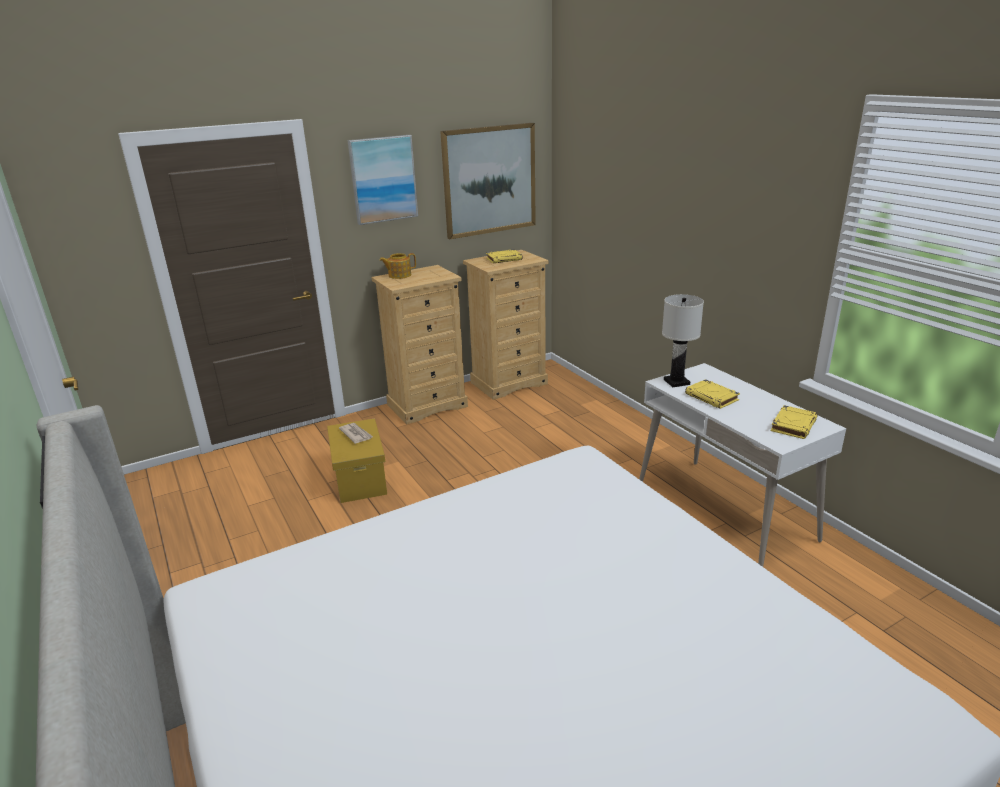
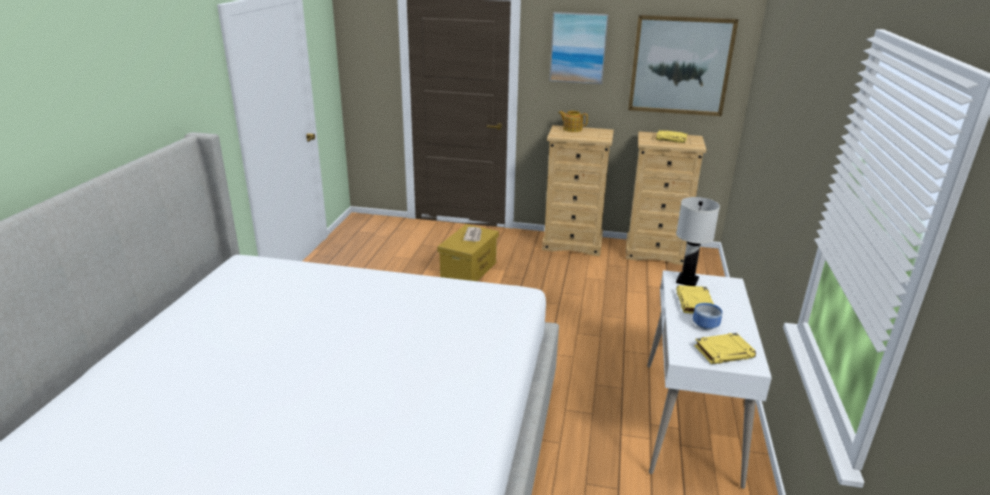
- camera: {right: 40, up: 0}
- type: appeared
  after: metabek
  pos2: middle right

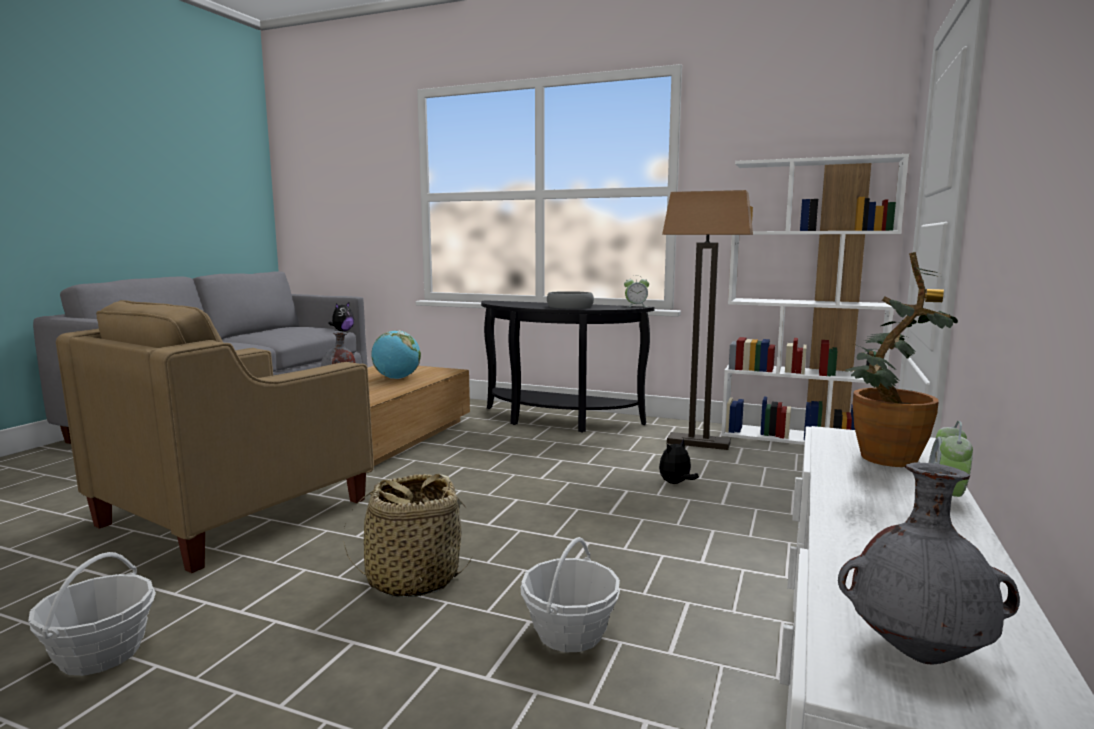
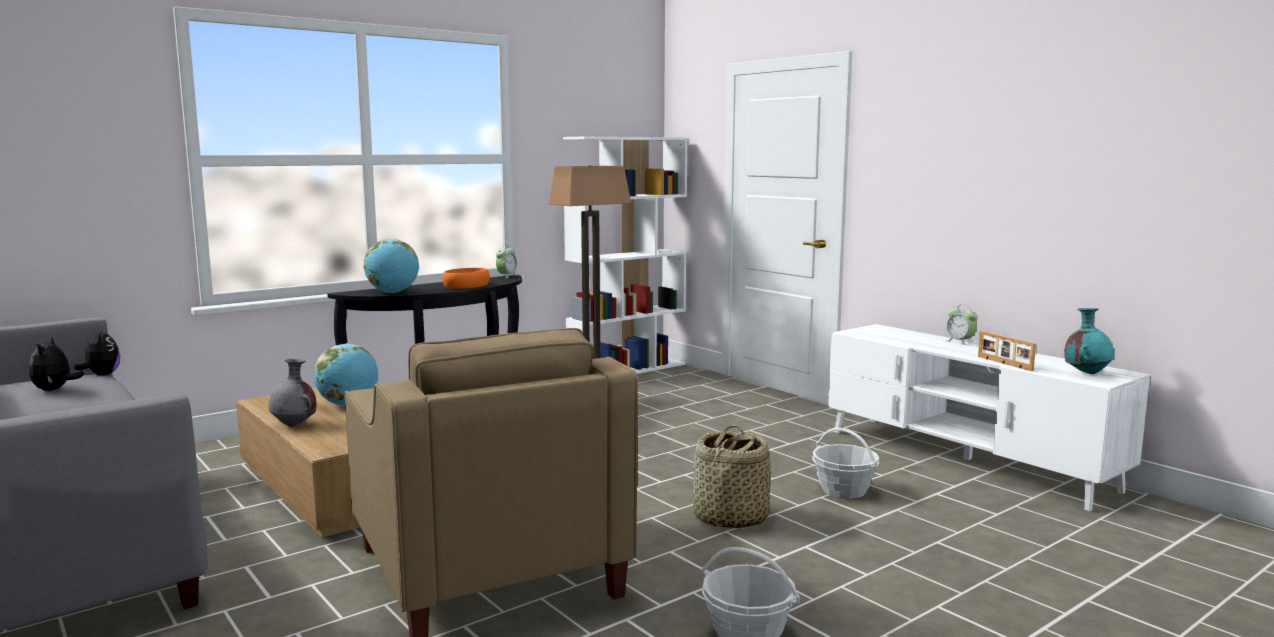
- camera: {right: -60, up: 0}
- type: colour
  before: metabek (grey)
  after: metabek (orange)
  pos1: centre
  pos2: centre
- type: relocated
  before: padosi (no. 2 from left in the first image)
  after: padosi (no. 1 from left)
  pos1: centre
  pos2: middle left
- type: colour
  before: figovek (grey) (no. 2 from left)
  after: figovek (turquoise)
  pos1: bottom right
  pos2: middle right
- type: missing
  before: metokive
  pos1: middle right
- type: appeared
  after: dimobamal (no. 2 from left)
  pos2: middle left
- type: appeared
  after: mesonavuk
  pos2: middle right

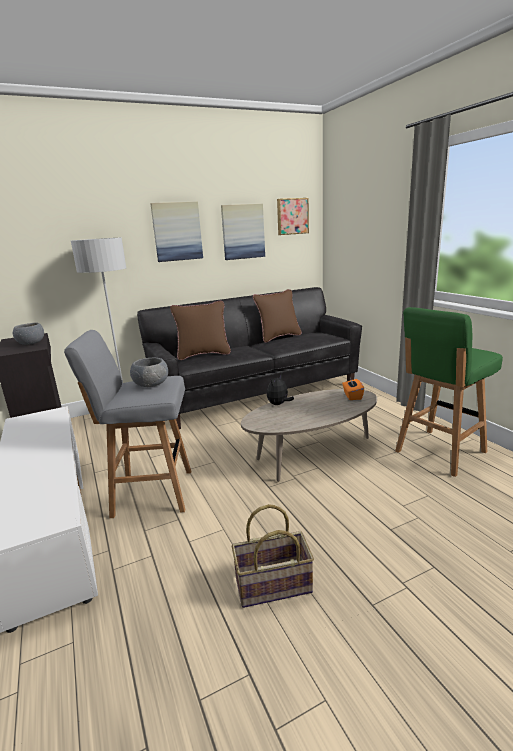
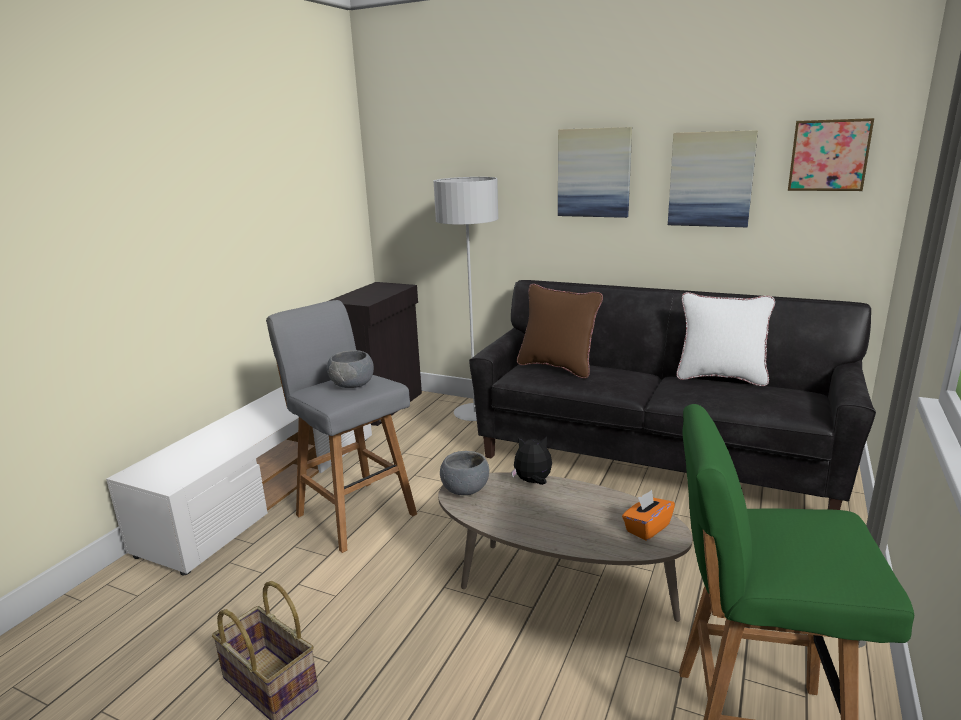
- camera: {right: 50, up: 0}
- type: relocated
  before: metabek (grey) (no. 1 from left in the first image)
  after: metabek (grey) (no. 2 from left)
  pos1: middle left
  pos2: centre
- type: colour
  before: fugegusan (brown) (no. 2 from left)
  after: fugegusan (white)
  pos1: centre
  pos2: middle right

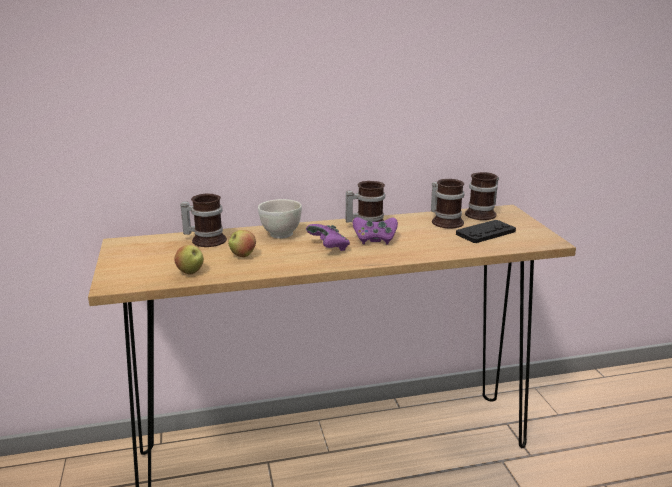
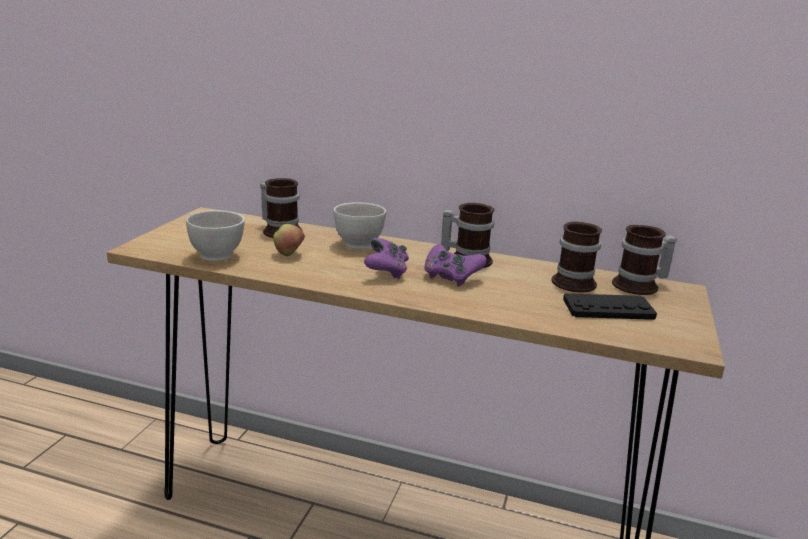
- camera: {right: 30, up: 0}
- type: exchanged
  before: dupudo (no. 1 from left)
  after: metabek (white) (no. 1 from left)
  pos1: middle left
  pos2: middle left

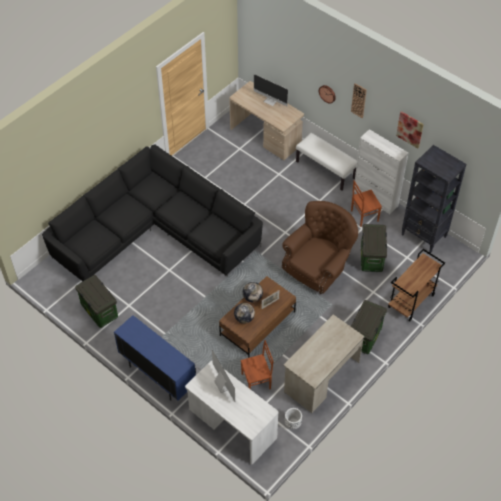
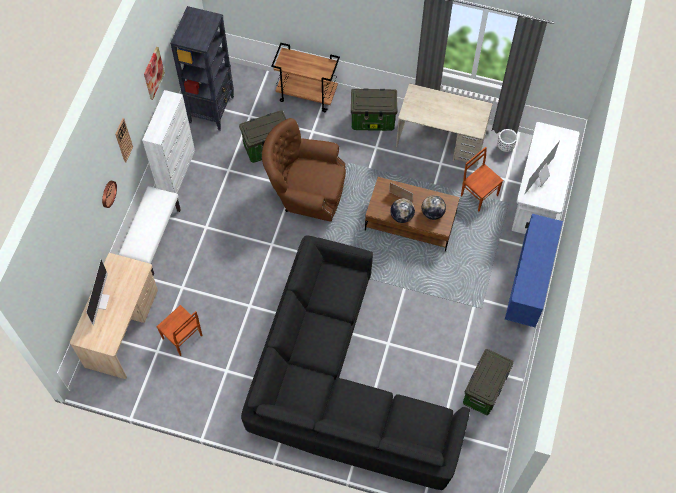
- camera: {right: -115, up: 10}
- type: relocated
  before: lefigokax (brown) (no. 2 from left in the first image)
  after: lefigokax (brown) (no. 1 from left)
  pos1: middle right
  pos2: bottom left

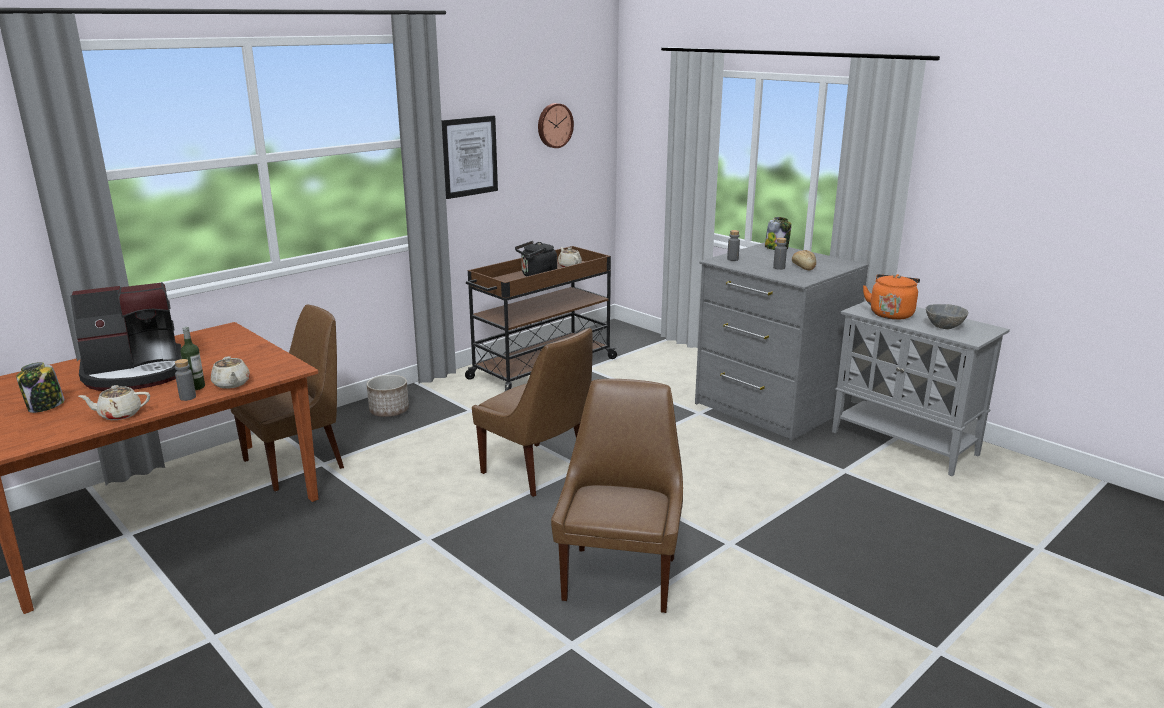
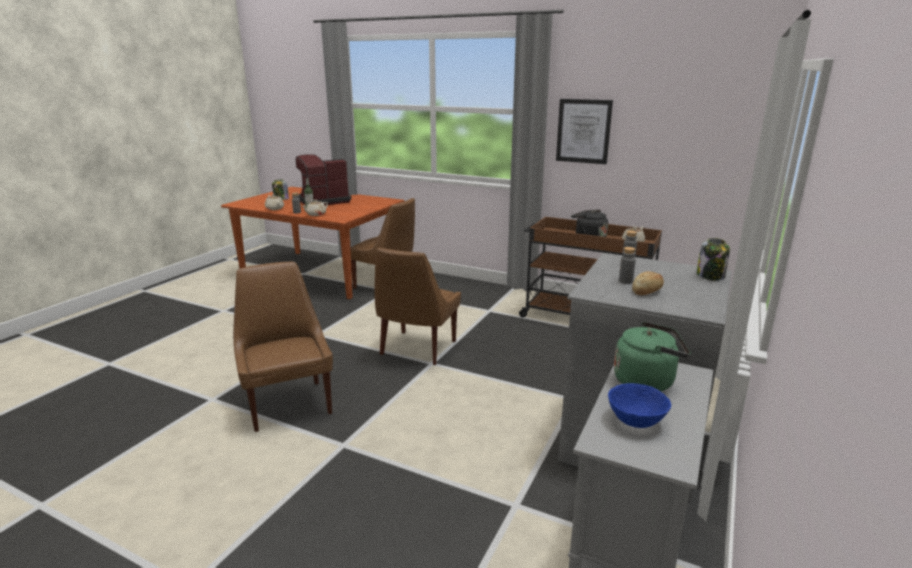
- camera: {right: 70, up: 0}
- type: spun
  before: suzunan
  pos1: middle left
  pos2: top centre
  turn: 105
- type: missing
  before: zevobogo
  pos1: centre
- type: missing
  before: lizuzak
  pos1: top centre
- type: spun
  before: lefigokax (brown) (no. 3 from left in the first image)
  pos1: bottom centre
  pos2: middle left
  turn: -105
- type: colour
  before: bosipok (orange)
  after: bosipok (green)
  pos1: middle right
  pos2: middle right
- type: colour
  before: metabek (grey)
  after: metabek (blue)
  pos1: middle right
  pos2: bottom right

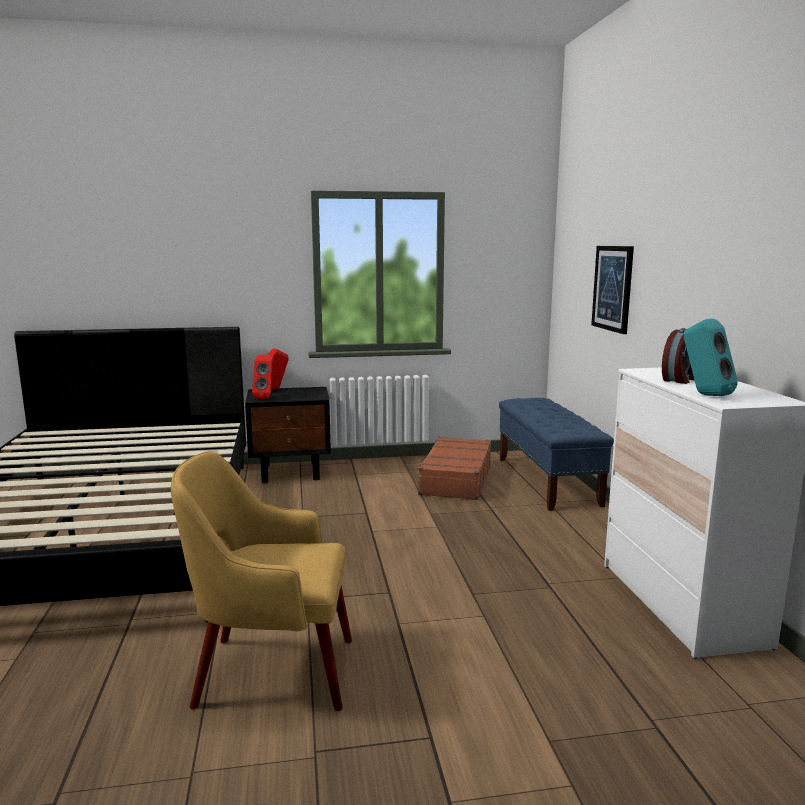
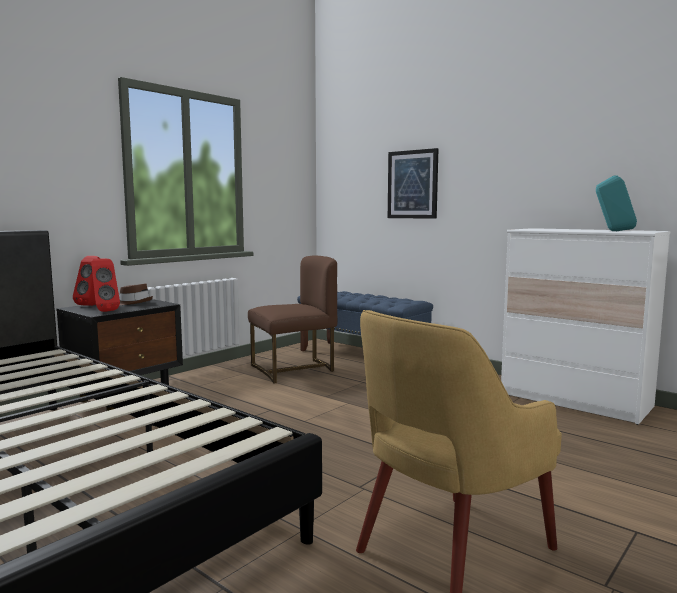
- camera: {right: -40, up: -5}
- type: exchanged
  before: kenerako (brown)
  after: lefigokax (brown)
  pos1: centre
  pos2: centre
- type: missing
  before: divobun
  pos1: middle right
- type: appeared
  after: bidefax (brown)
  pos2: middle left

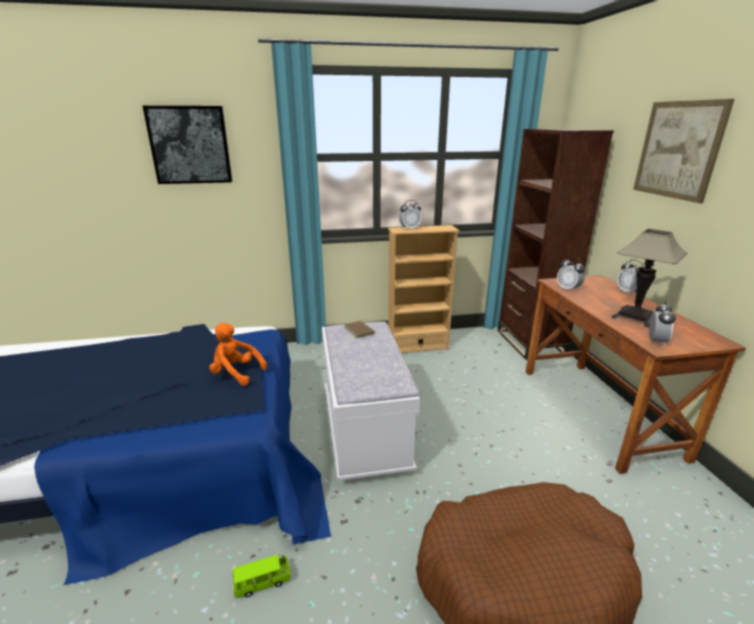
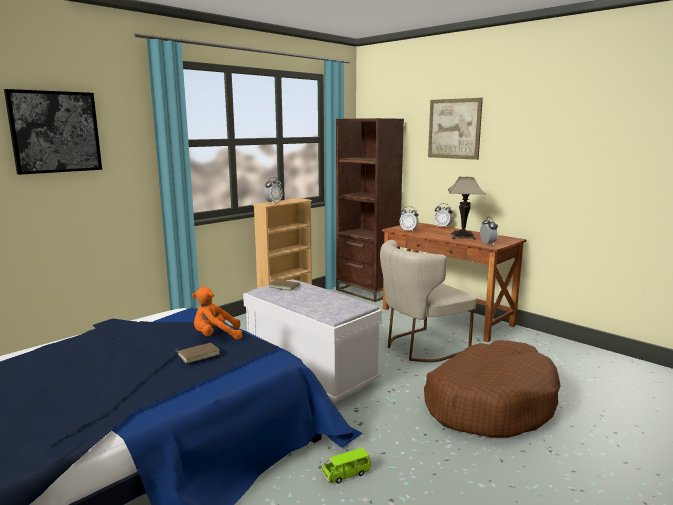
- camera: {right: -35, up: -10}
- type: spun
  before: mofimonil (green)
  pos1: bottom centre
  pos2: bottom centre
  turn: -150
- type: appeared
  after: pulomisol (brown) (no. 1 from left)
  pos2: bottom left
- type: appeared
  after: lefigokax (beige)
  pos2: centre

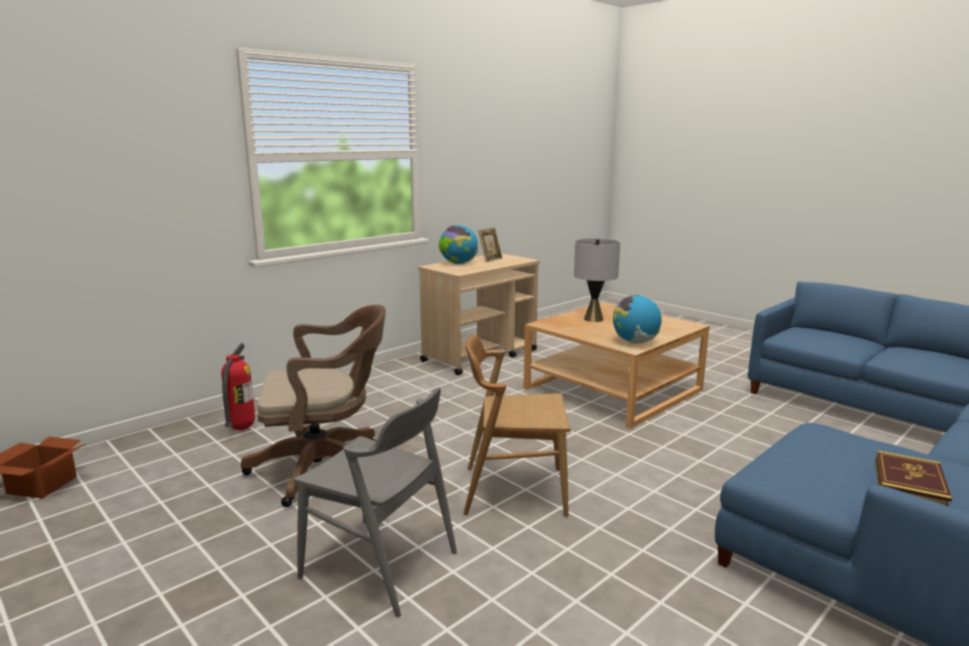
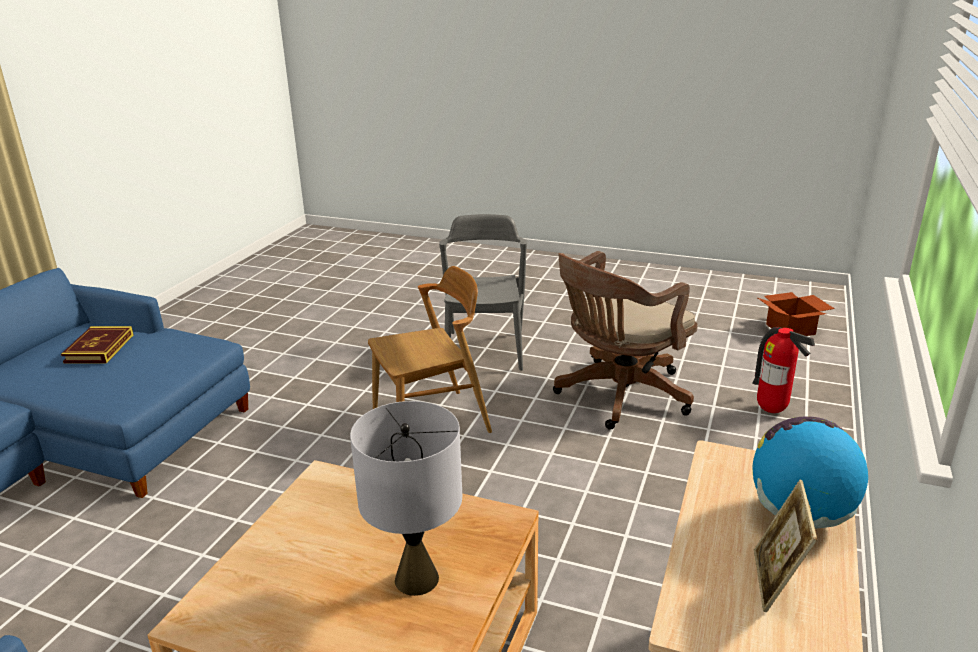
- camera: {right: 155, up: 10}
- type: spun
  before: lefigokax (grey)
  pos1: bottom centre
  pos2: centre
  turn: 90
- type: missing
  before: dimobamal (no. 2 from left)
  pos1: centre

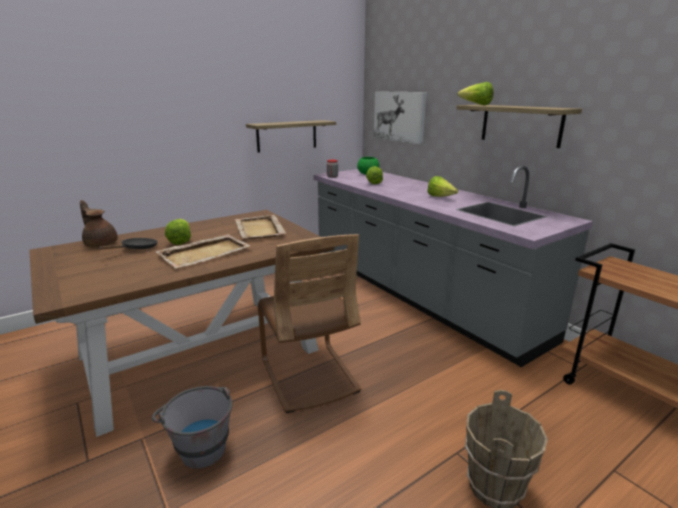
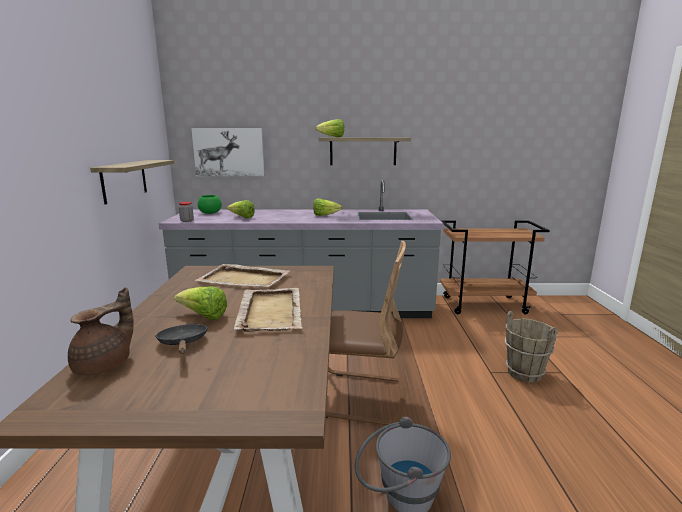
- camera: {right: -55, up: -5}
- type: spun
  before: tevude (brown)
  pos1: middle left
  pos2: middle left
  turn: 135

